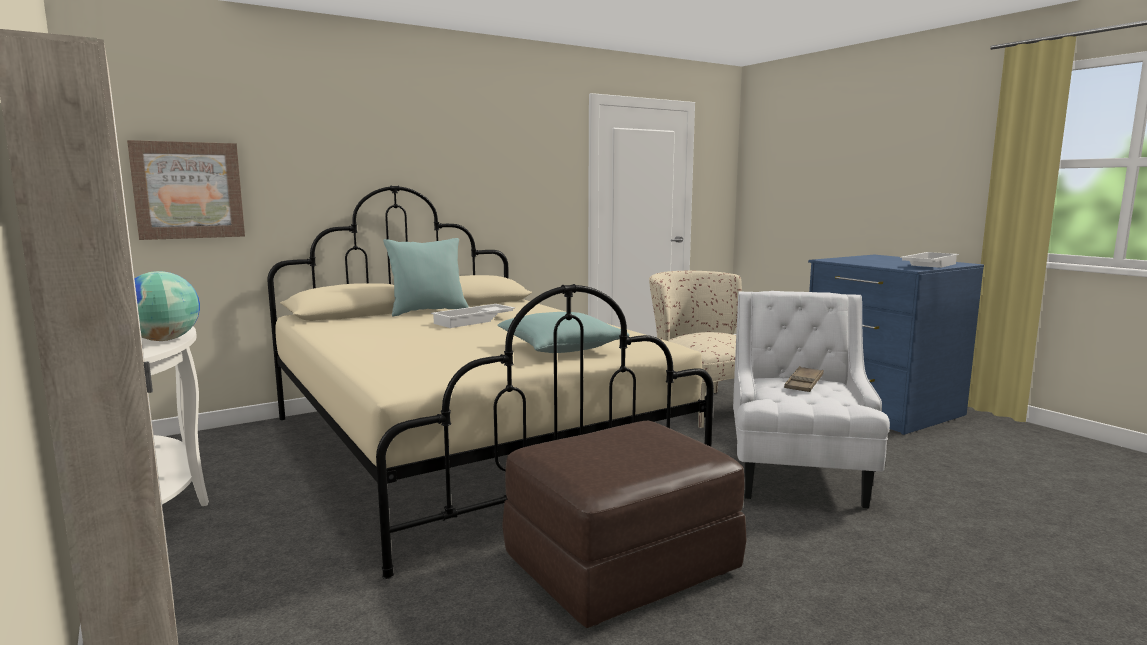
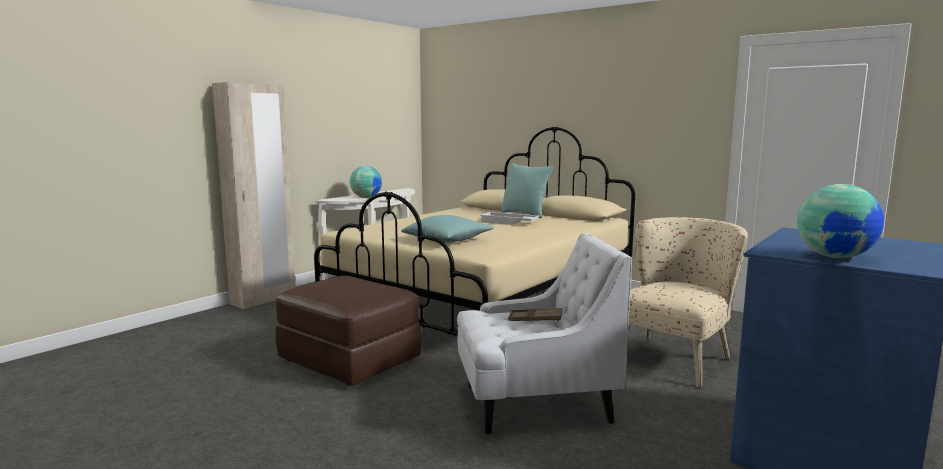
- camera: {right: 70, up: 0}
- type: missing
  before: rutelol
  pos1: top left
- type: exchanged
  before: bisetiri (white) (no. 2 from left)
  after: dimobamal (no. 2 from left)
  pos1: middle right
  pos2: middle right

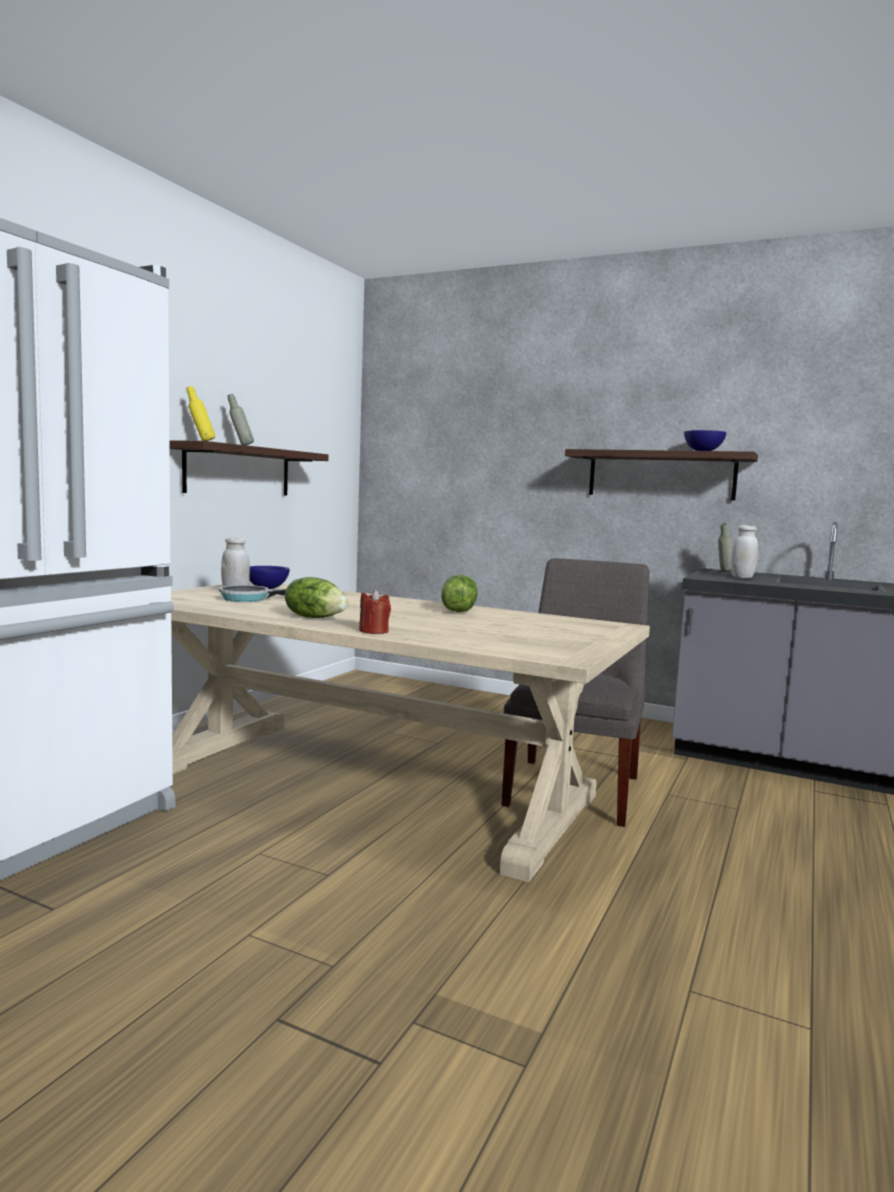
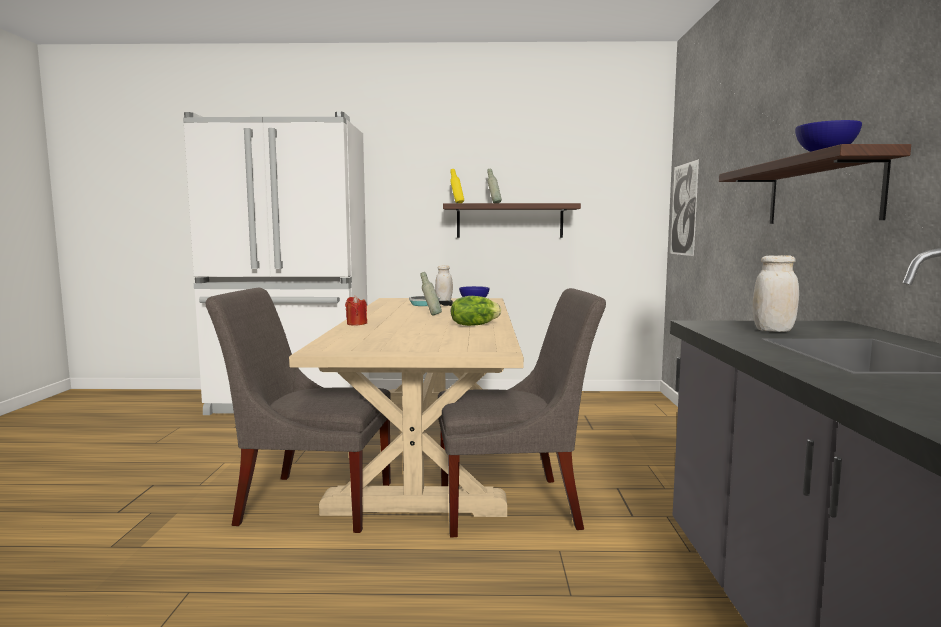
- camera: {right: 65, up: 0}
- type: missing
  before: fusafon (no. 1 from left)
  pos1: centre
- type: relocated
  before: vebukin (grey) (no. 2 from left in the first image)
  after: vebukin (grey) (no. 1 from left)
  pos1: middle right
  pos2: centre
- type: appeared
  after: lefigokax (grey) (no. 1 from left)
  pos2: middle left
- type: appeared
  after: rutelol
  pos2: top right

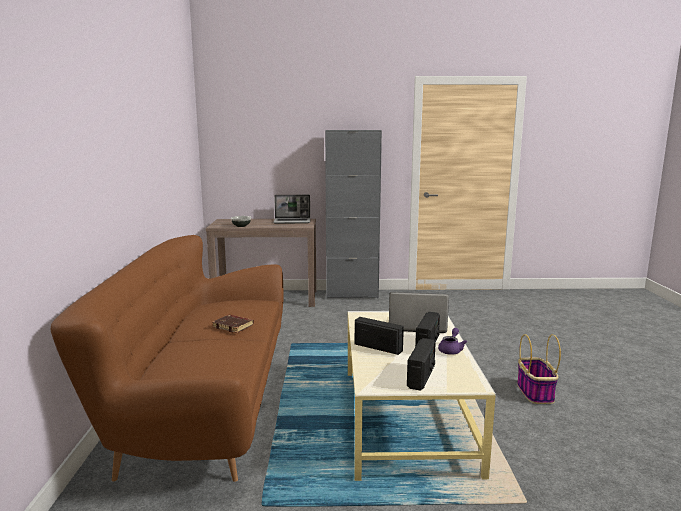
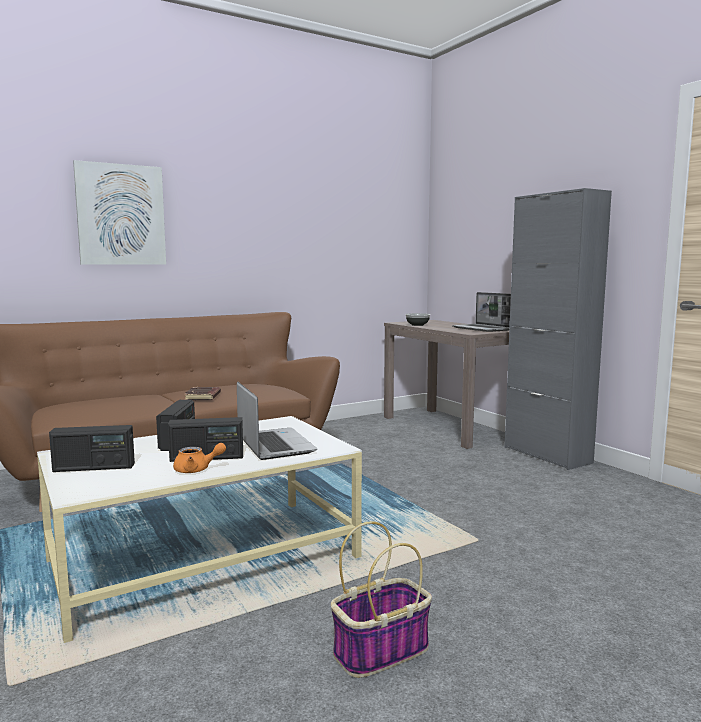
- camera: {right: 60, up: -5}
- type: colour
  before: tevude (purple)
  after: tevude (orange)
  pos1: bottom centre
  pos2: middle left
- type: appeared
  after: rutelol
  pos2: top left

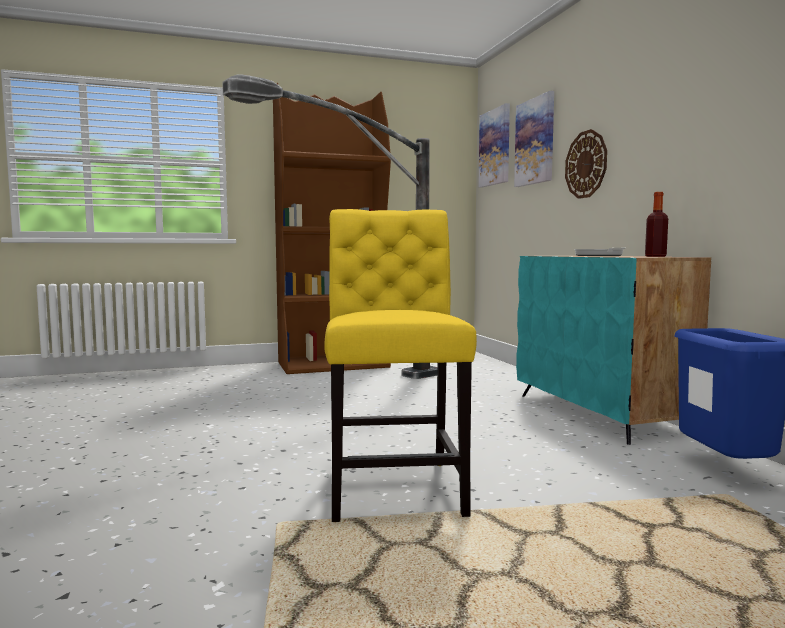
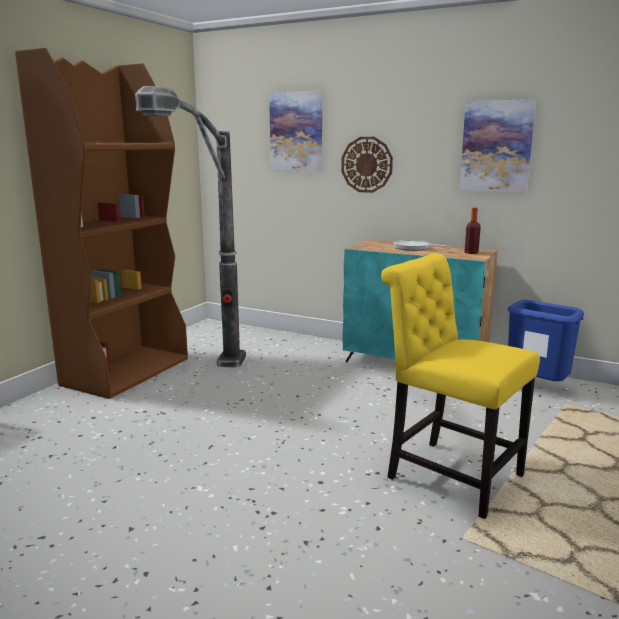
- camera: {right: -45, up: 10}
- type: relocated
  before: rutelol (no. 1 from left in the first image)
  after: rutelol (no. 2 from left)
  pos1: top centre
  pos2: top right

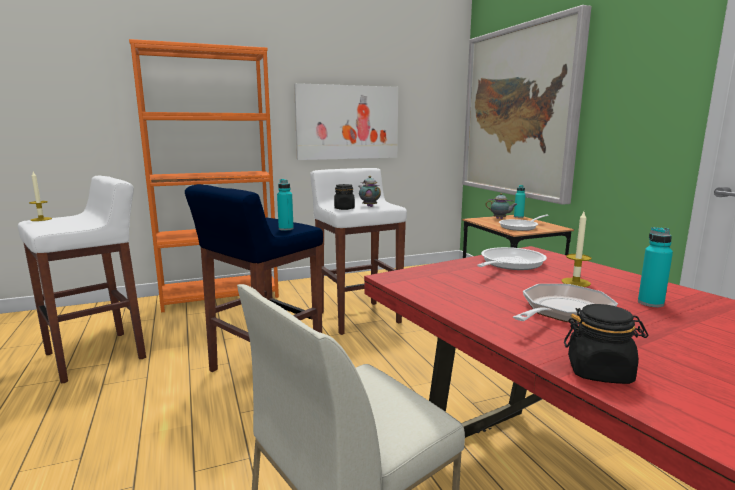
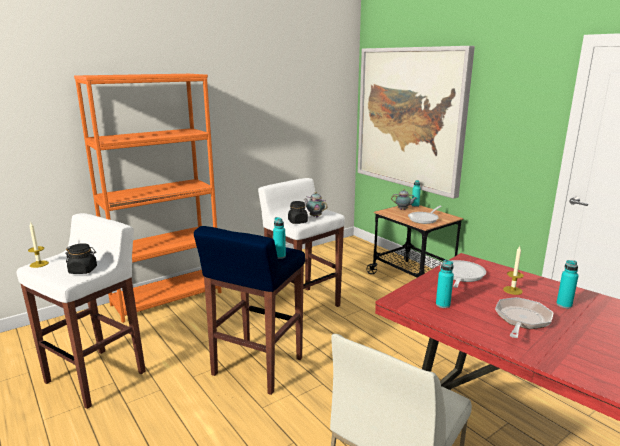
- camera: {right: -15, up: 5}
- type: missing
  before: rutelol (no. 1 from left)
  pos1: top centre
- type: relocated
  before: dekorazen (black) (no. 2 from left in the first image)
  after: dekorazen (black) (no. 1 from left)
  pos1: bottom right
  pos2: middle left
- type: appeared
  after: vebukin (turquoise) (no. 3 from left)
  pos2: middle right

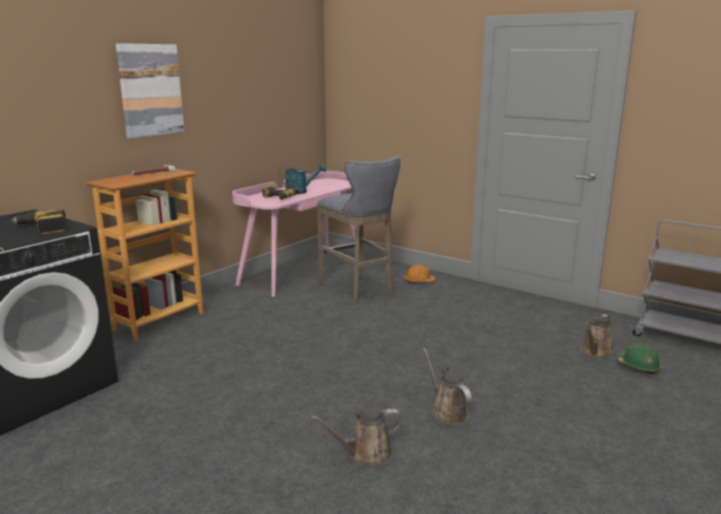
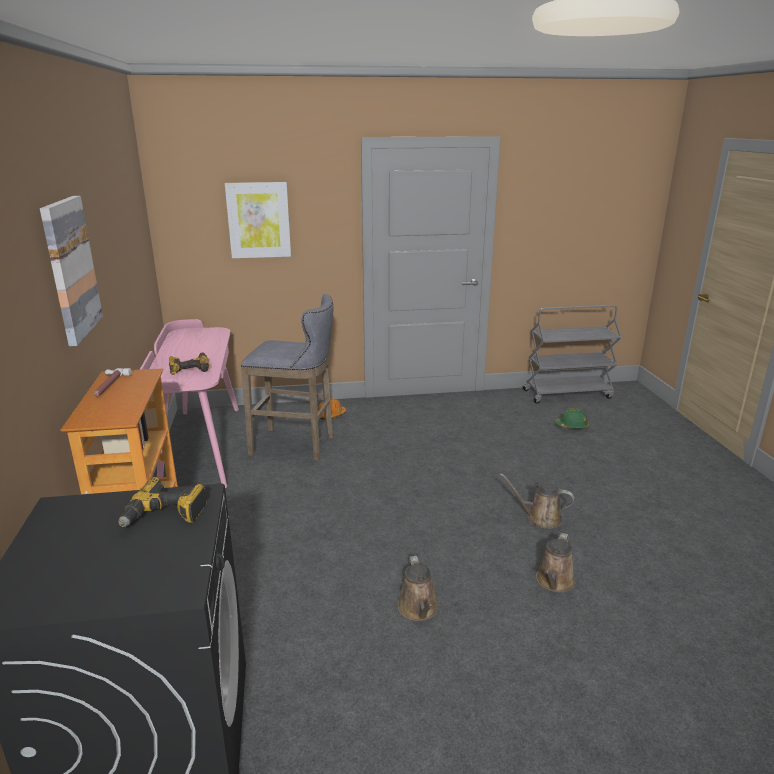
- camera: {right: -45, up: 5}
- type: missing
  before: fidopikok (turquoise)
  pos1: centre
- type: relocated
  before: fidopikok (brown) (no. 3 from left in the first image)
  after: fidopikok (brown) (no. 1 from left)
  pos1: middle right
  pos2: bottom centre
- type: appeared
  after: rutelol (no. 2 from left)
  pos2: top centre

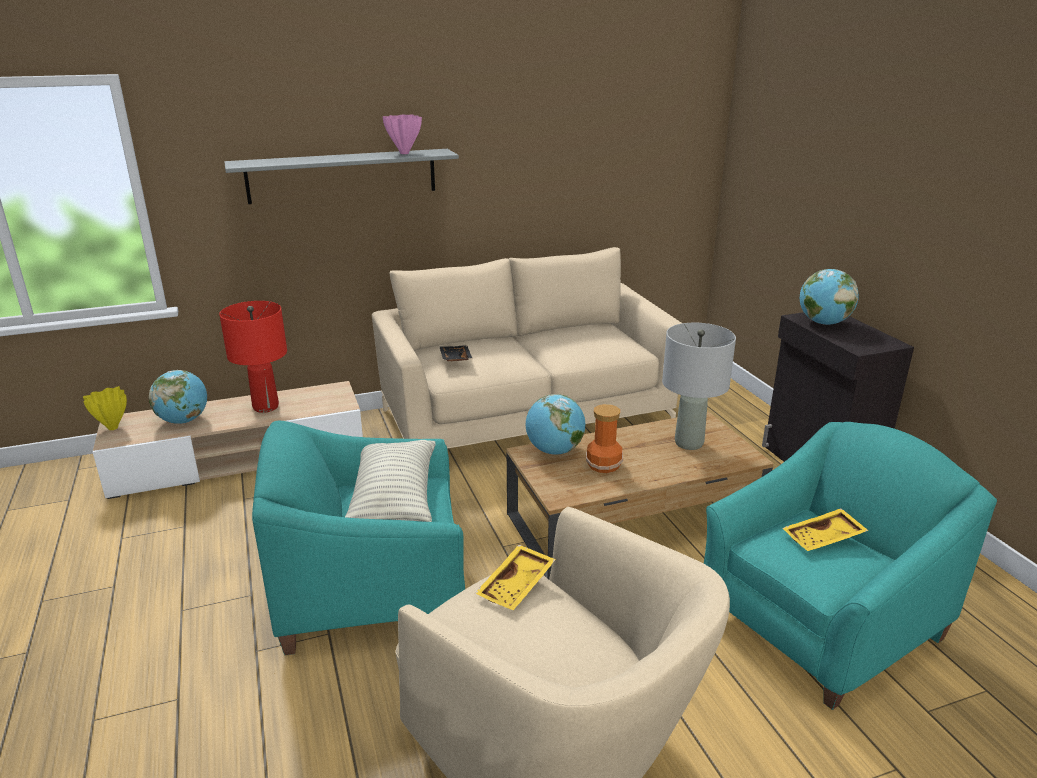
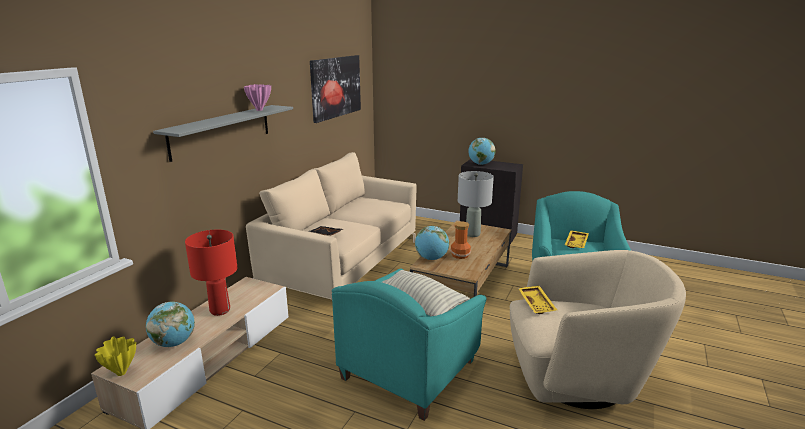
- camera: {right: -45, up: -5}
- type: appeared
  after: rutelol
  pos2: top centre

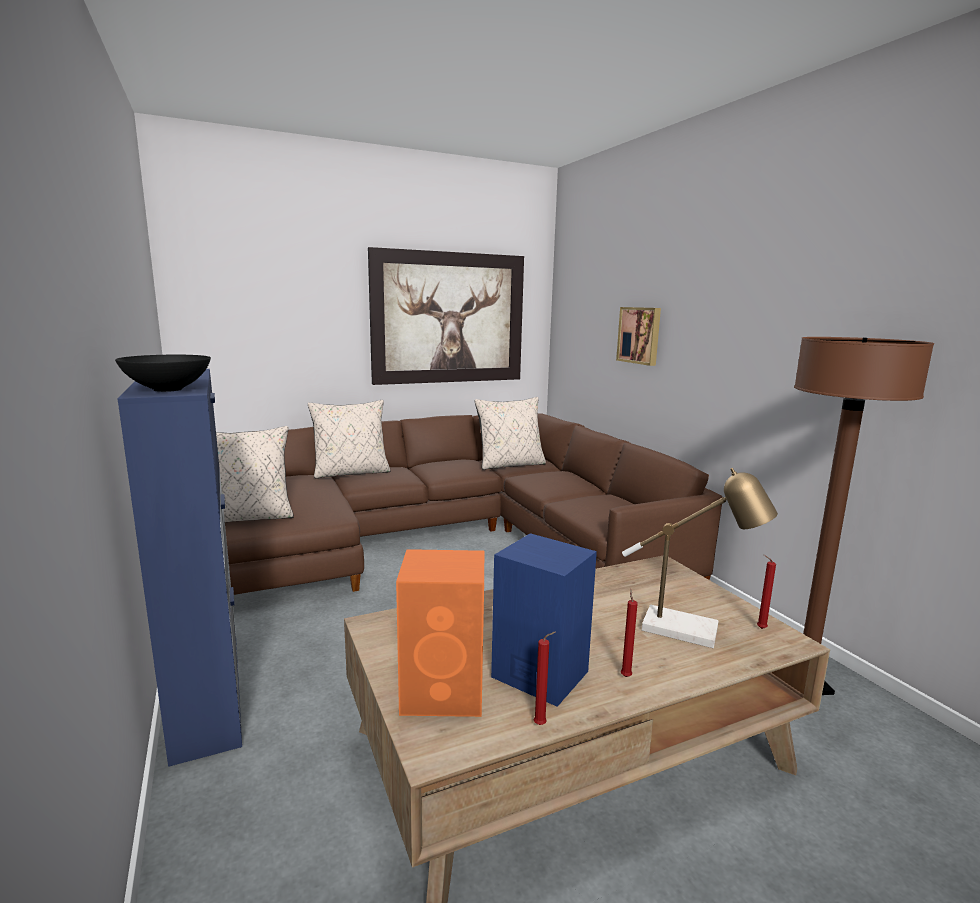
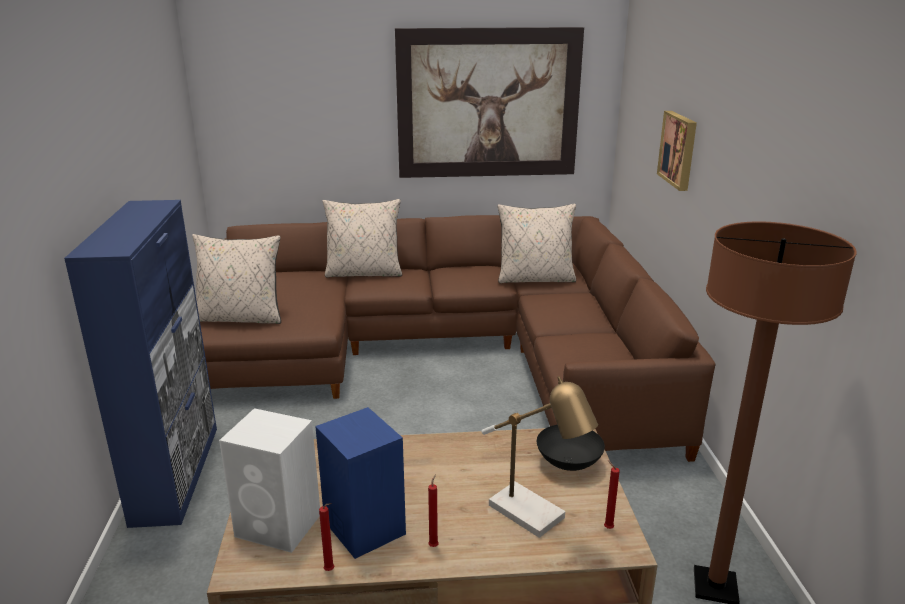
- camera: {right: 20, up: 10}
- type: relocated
  before: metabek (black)
  pos1: middle left
  pos2: bottom centre
- type: colour
  before: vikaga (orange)
  after: vikaga (white)
  pos1: bottom centre
  pos2: bottom left

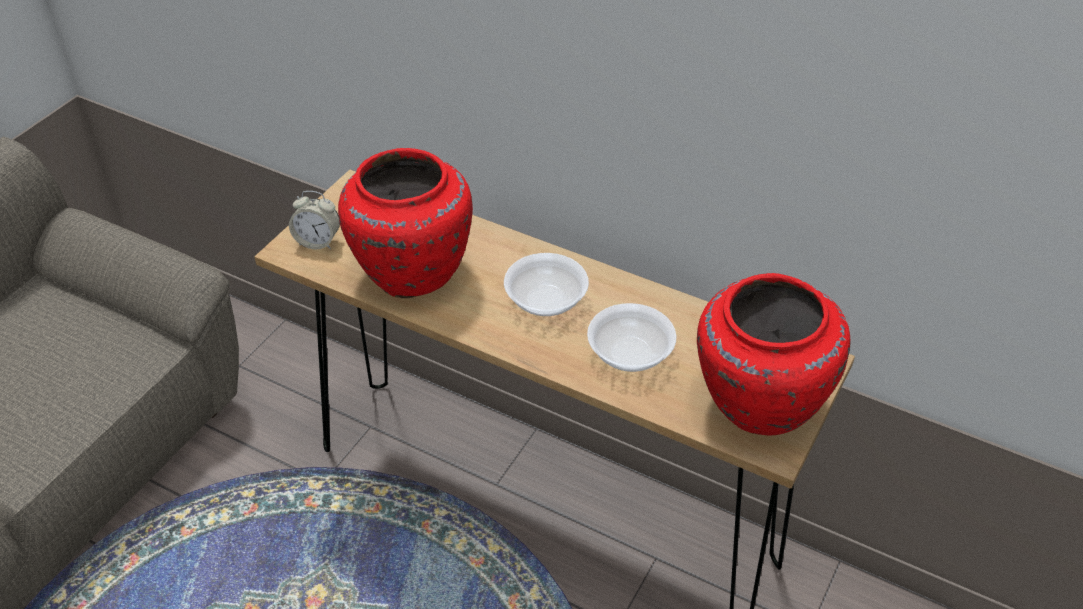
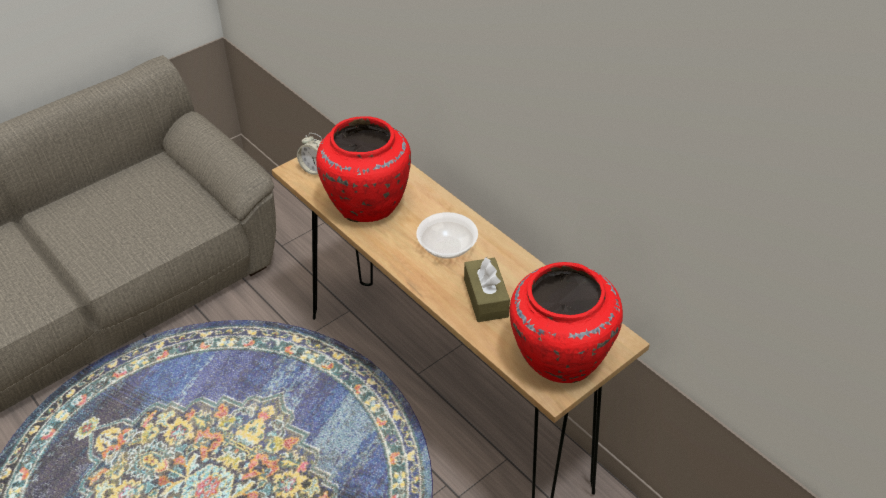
- camera: {right: 20, up: 0}
- type: exchanged
  before: metabek (no. 2 from left)
  after: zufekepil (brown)
  pos1: centre
  pos2: centre

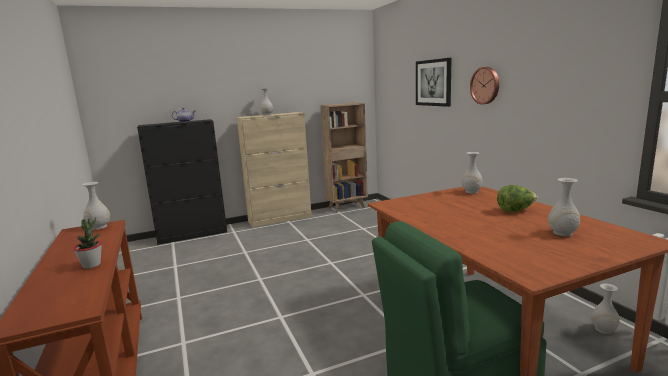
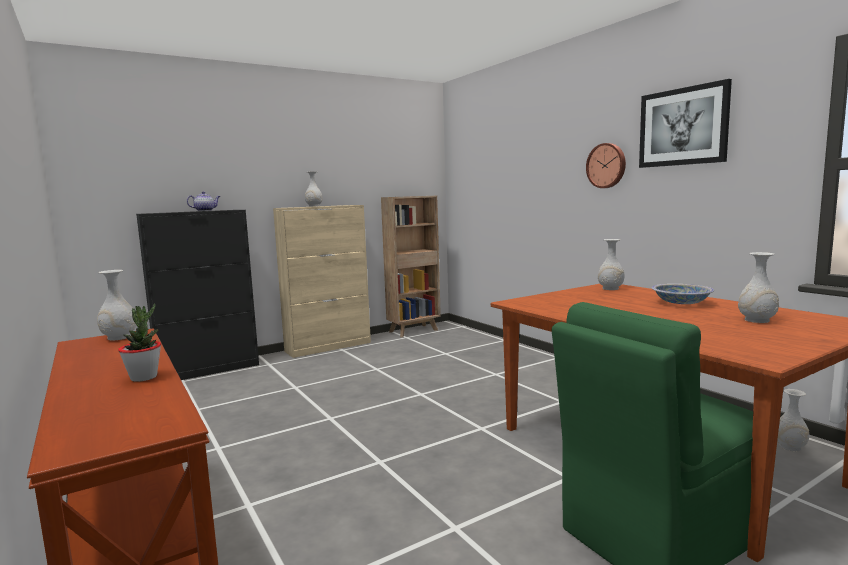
- camera: {right: -10, up: -5}
- type: relocated
  before: rutelol
  pos1: top centre
  pos2: top right
- type: exchanged
  before: fusafon
  after: metabek
  pos1: middle right
  pos2: middle right

